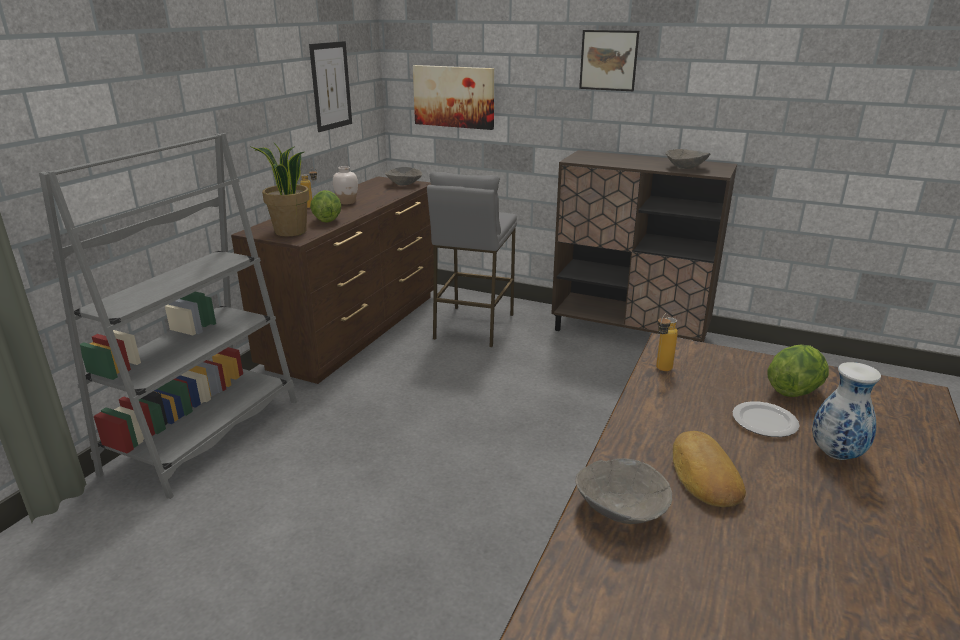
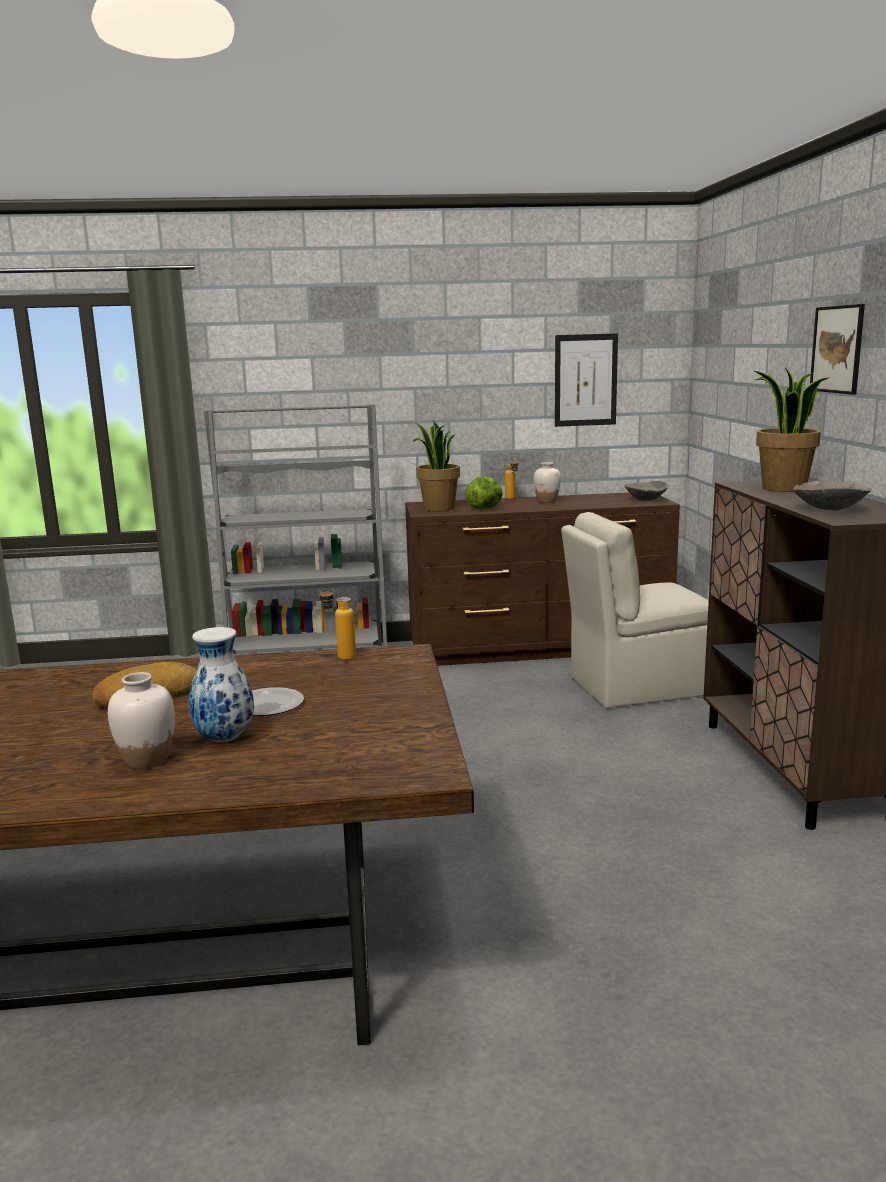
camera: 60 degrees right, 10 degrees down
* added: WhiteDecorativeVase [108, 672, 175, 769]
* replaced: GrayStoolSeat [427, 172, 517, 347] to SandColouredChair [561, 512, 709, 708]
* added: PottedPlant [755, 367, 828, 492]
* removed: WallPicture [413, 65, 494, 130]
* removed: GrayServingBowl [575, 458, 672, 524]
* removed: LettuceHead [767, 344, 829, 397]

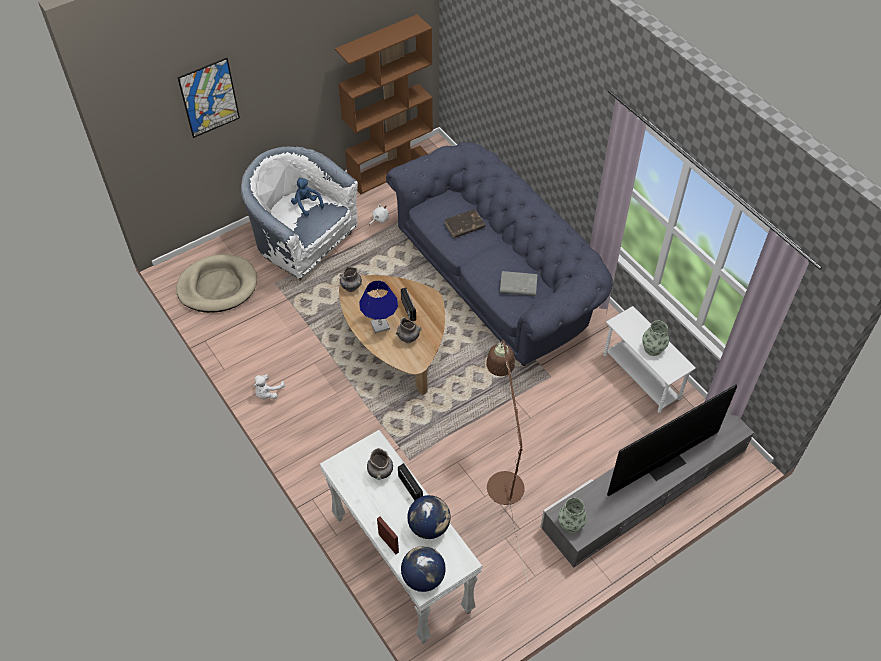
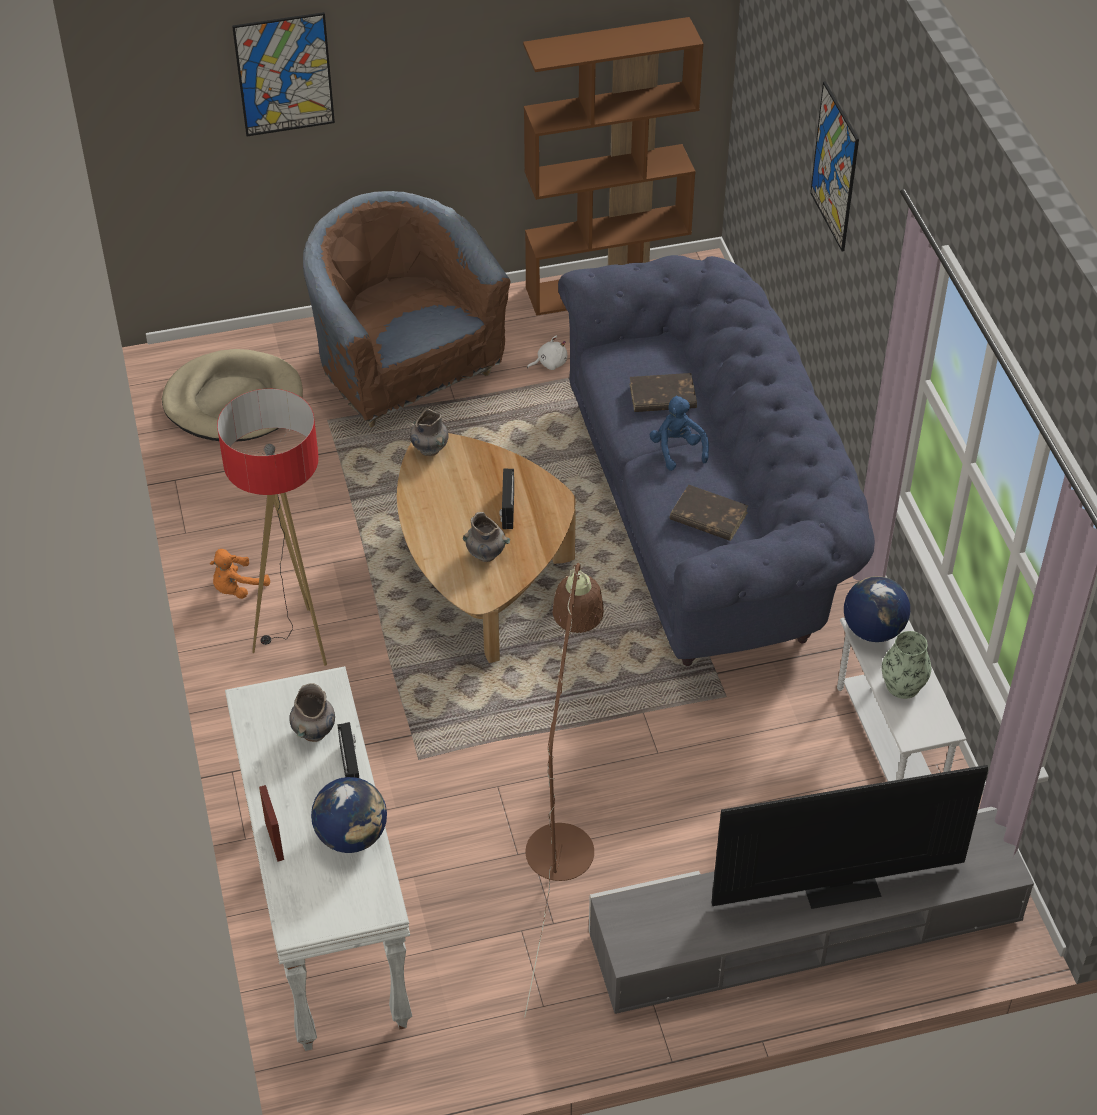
camera: 20 degrees right, 5 degrees down
* recoloured: WhiteCuddlyToy [254, 374, 285, 399] to OrangeColouredCuddlyToy [210, 549, 270, 599]
* added: StandardLamp [217, 389, 327, 666]
* recoloured: WhiteEasyChair [241, 147, 358, 281] to BrownEasyChair [303, 191, 510, 428]
* moved: BlueCuddlyToy [291, 178, 324, 217] to [650, 395, 709, 471]
* recoloured: GrayBoundBook [500, 271, 538, 296] to BrownBoundBook [670, 484, 748, 541]
* added: WallPicture [810, 81, 859, 251]
* moved: DeskGlobe [401, 546, 446, 592] to [844, 576, 910, 642]
* removed: BlueTabletopLamp [359, 281, 398, 334]
* removed: DecorativeVase [558, 498, 587, 533]

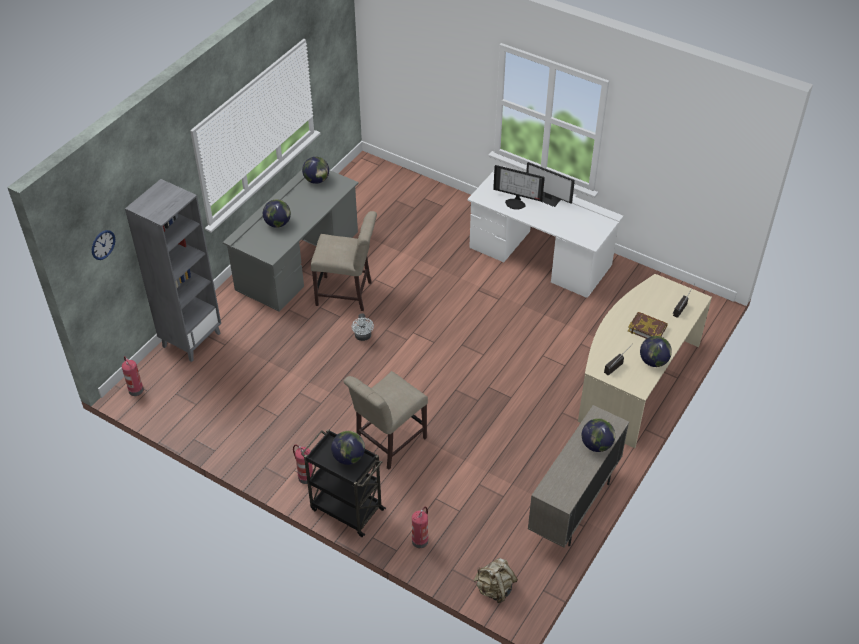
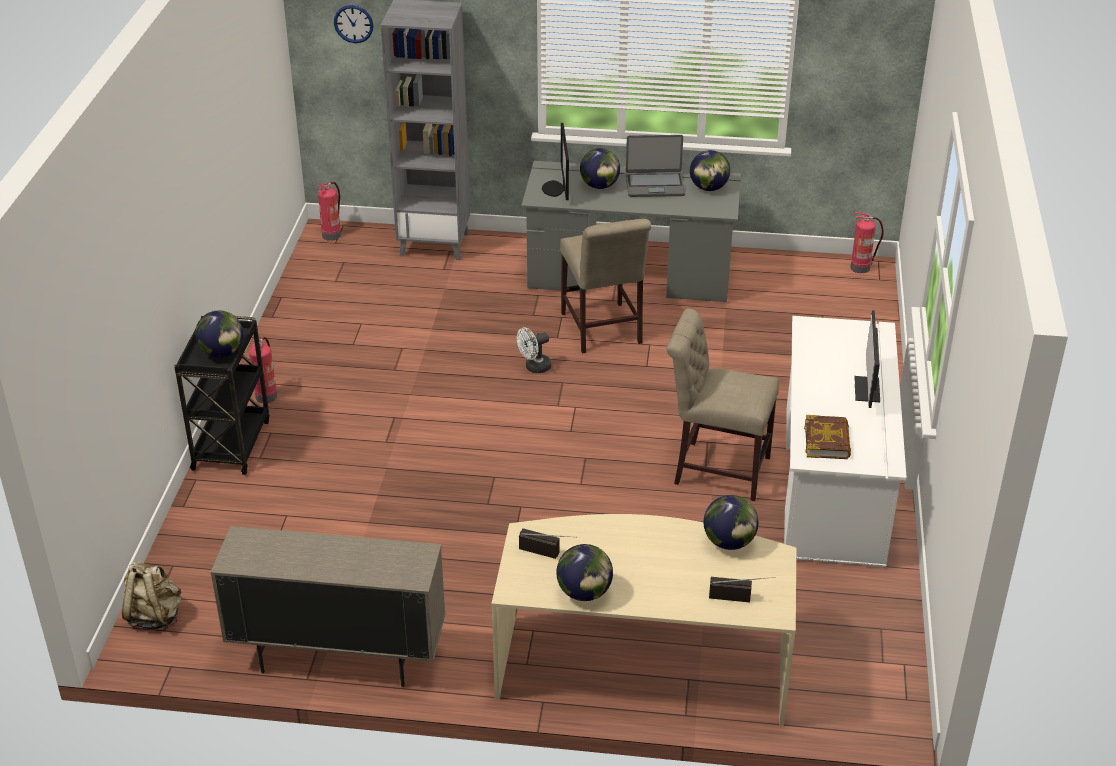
camera: 65 degrees right, 10 degrees down
* moved: ComputerDisplay [493, 165, 545, 209] to [542, 123, 569, 200]
* added: PortableComputer [626, 135, 685, 197]
* moved: SandColouredChair [343, 371, 428, 470] to [666, 308, 779, 501]
* moved: DeskGlobe [582, 418, 615, 452] to [704, 495, 758, 550]
* moved: BoundBook [628, 312, 668, 339] to [804, 415, 851, 459]
* moved: FireFightingCylinder [412, 506, 428, 548] to [850, 212, 884, 273]

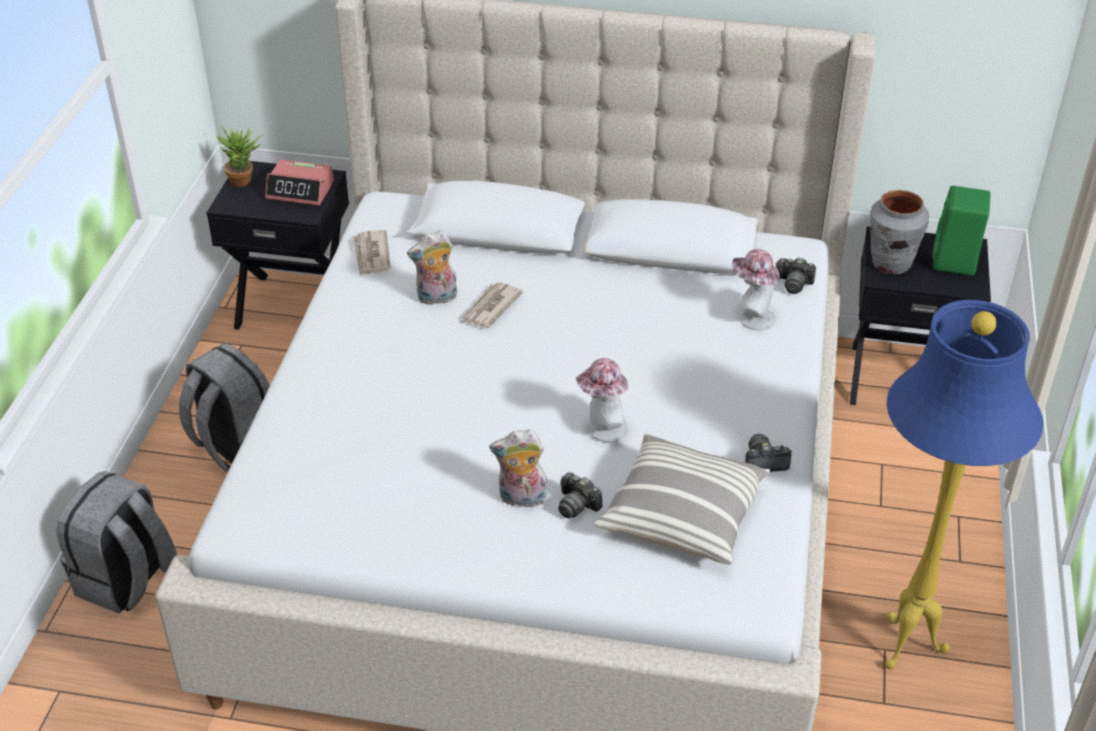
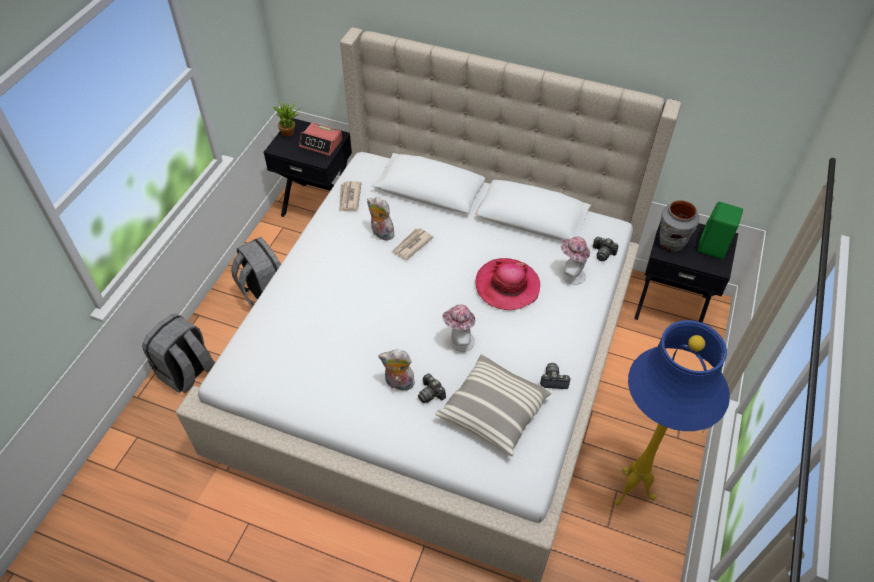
camera: 10 degrees right, 10 degrees up
* turned: CuddlyToy [407, 230, 457, 305] = [367, 197, 394, 240] 45 degrees clockwise
* added: ClothingHat [475, 258, 540, 310]

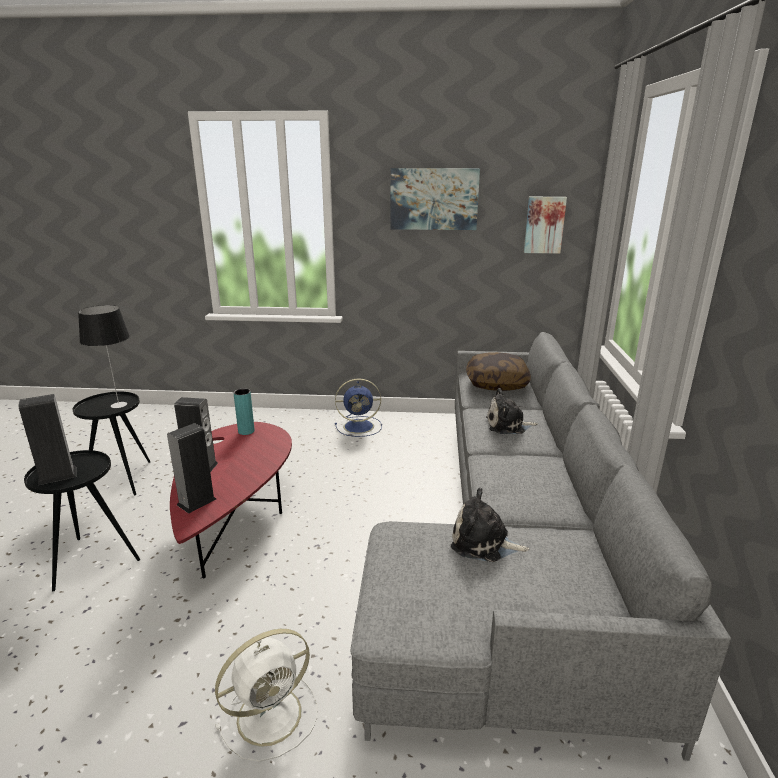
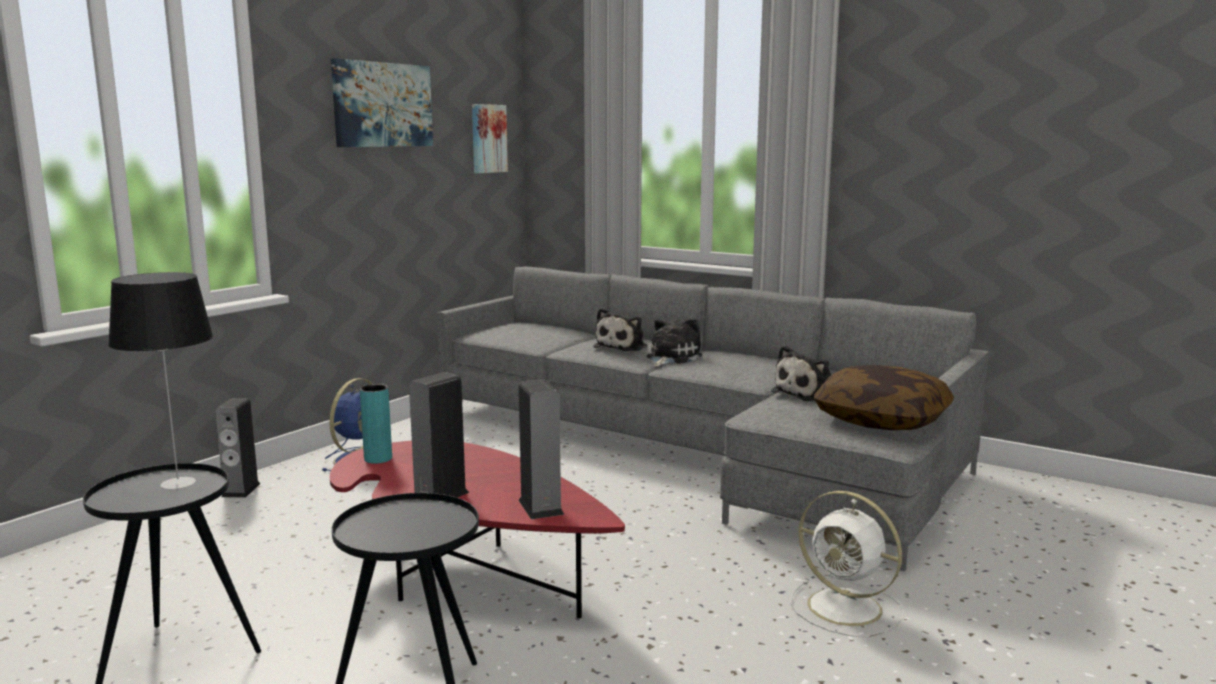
camera: 60 degrees left, 10 degrees down
* moved: AudioSpeaker [18, 394, 76, 485] to [215, 398, 260, 498]
* added: CuddlyToy [647, 318, 702, 366]
* turned: WhiteFan [215, 629, 318, 762] = [790, 491, 904, 637] 135 degrees clockwise
* moved: Pillow [466, 352, 531, 391] to [814, 365, 954, 430]

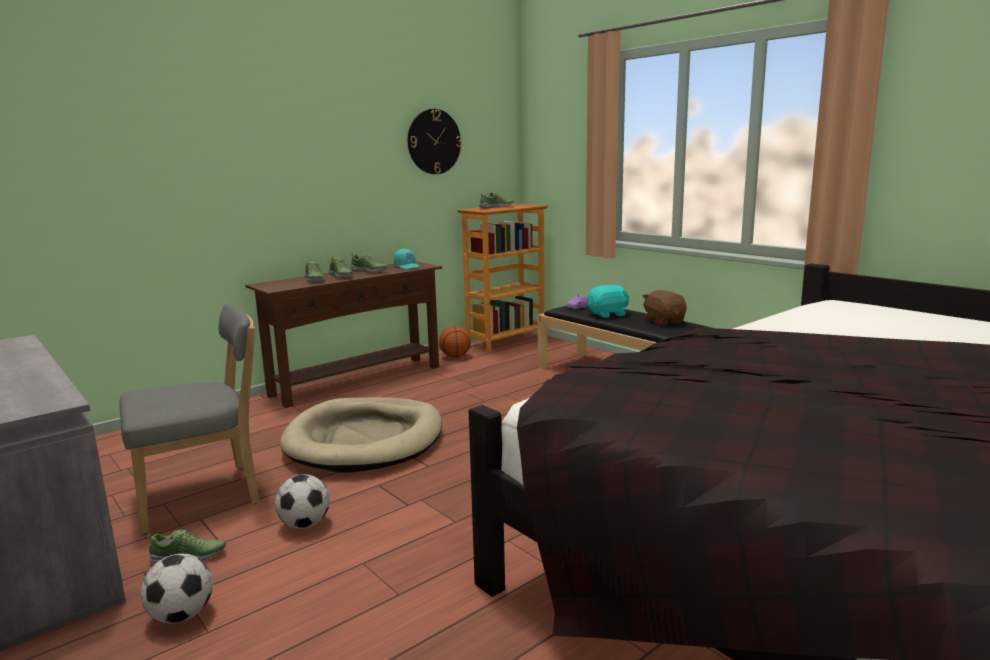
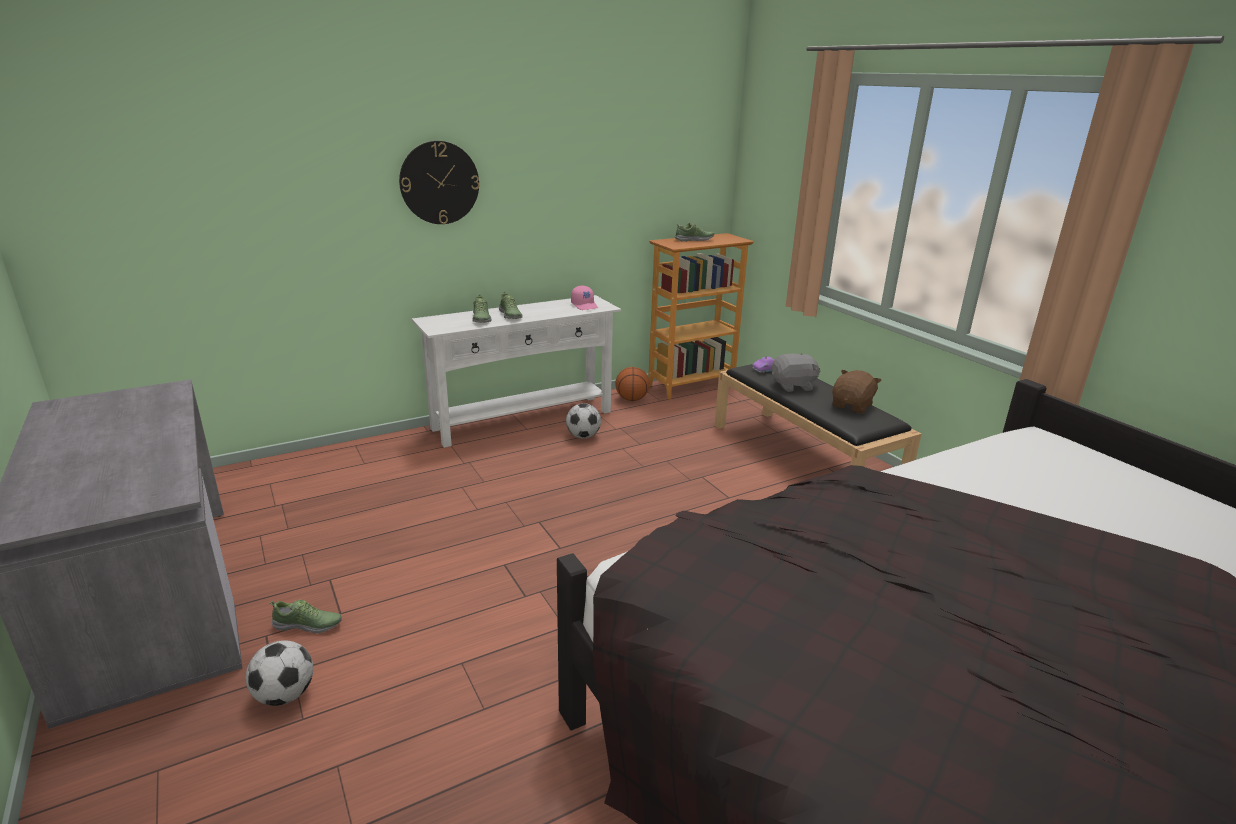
camera: 10 degrees right, 10 degrees up
* moved: HangingClock [408, 109, 462, 174] to [399, 141, 480, 224]
* recoloured: BrownNarrowTable [245, 261, 442, 408] to WhiteNarrowTable [412, 295, 621, 448]
* moved: FootballBall [275, 474, 330, 529] to [566, 403, 601, 438]
* recoloured: TurquoiseColouredCap [394, 249, 421, 269] to PinkColouredCap [571, 286, 598, 310]
* recoloured: TurquoiseColouredCuddlyToy [587, 285, 629, 318] to GrayCuddlyToy [771, 353, 820, 392]
* turned: BrownCuddlyToy [643, 290, 687, 325] = [832, 370, 882, 414] 45 degrees clockwise
* removed: GrayChair [119, 304, 259, 534]
* removed: SandColouredPetBed [280, 397, 442, 472]
* removed: Shoe [350, 254, 387, 273]

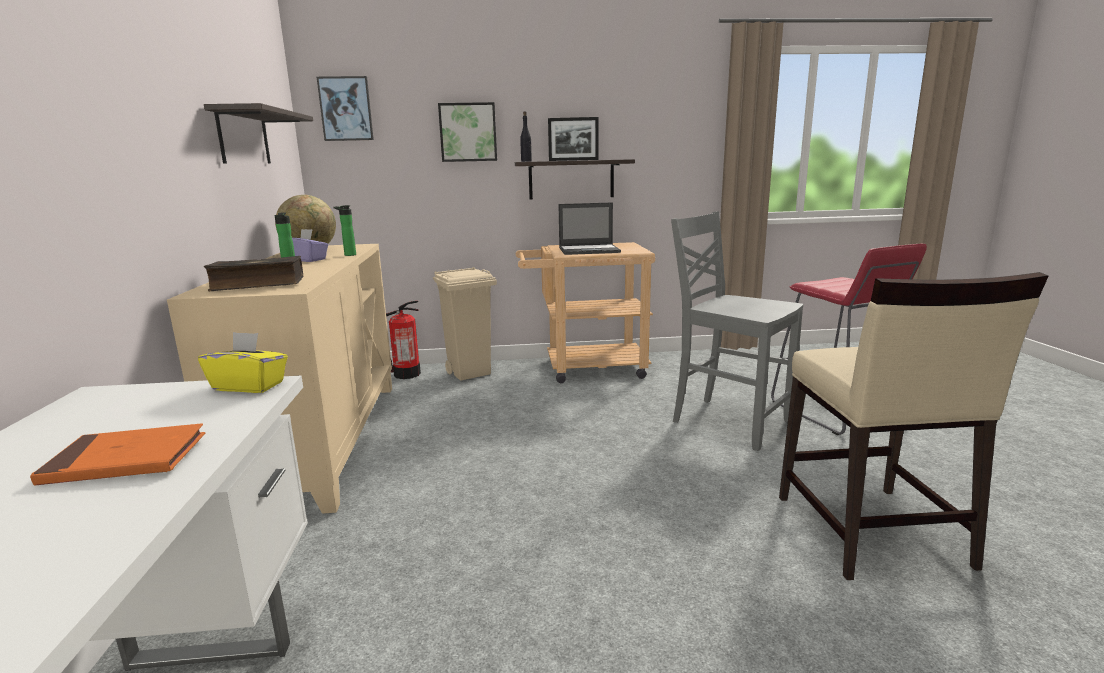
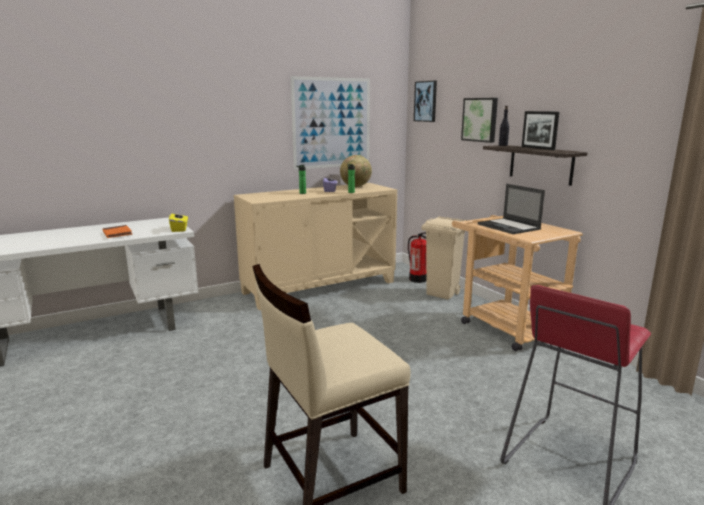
camera: 65 degrees right, 0 degrees up
* replaced: BracketShelf [204, 103, 313, 163] to WallPicture [291, 76, 370, 170]
* removed: BoundBook [204, 256, 303, 291]
* removed: GrayChair [671, 212, 803, 451]

